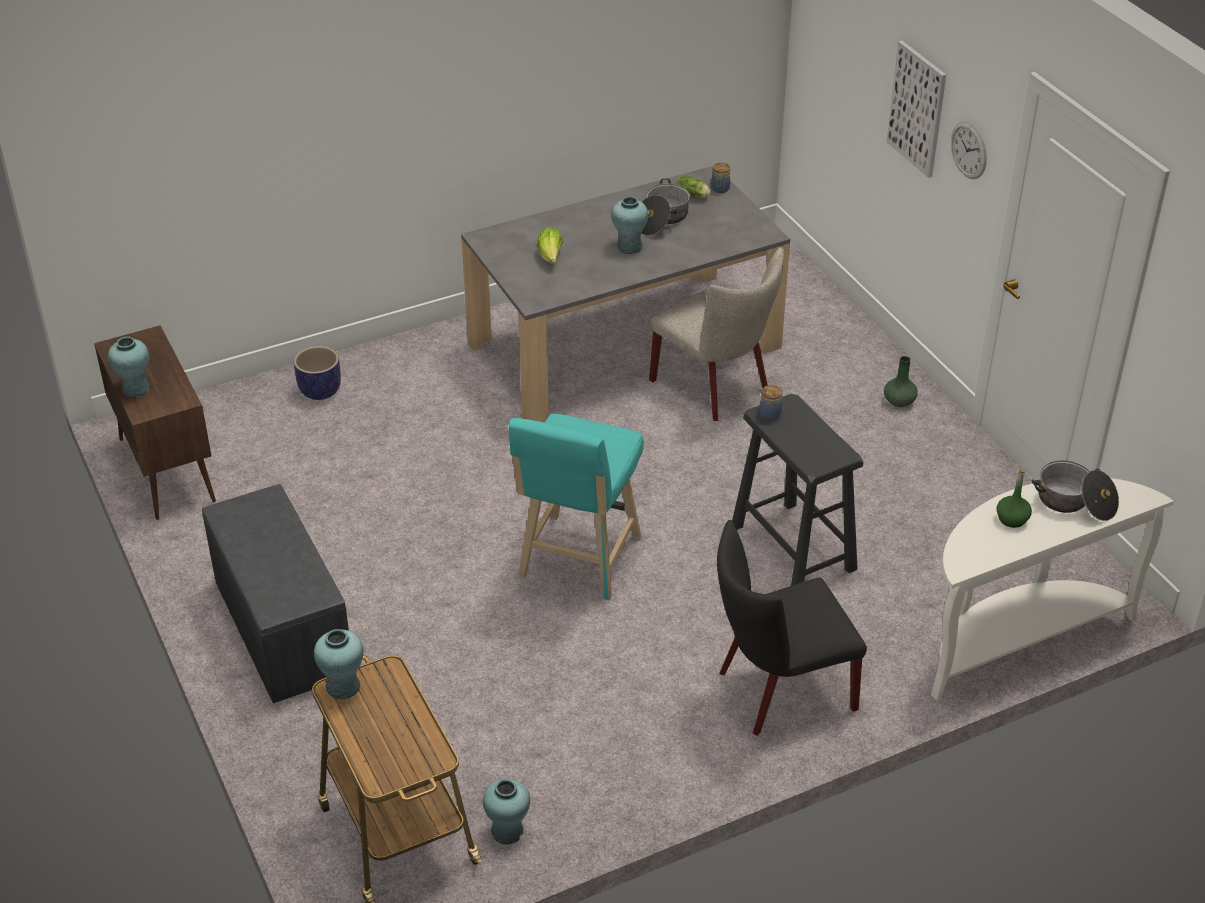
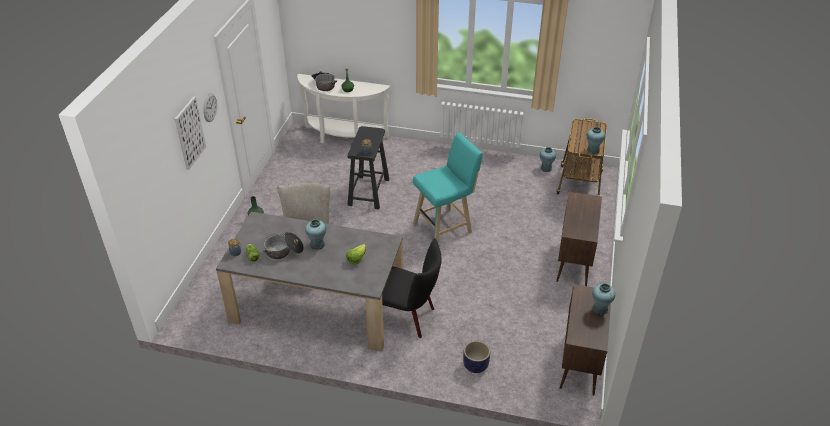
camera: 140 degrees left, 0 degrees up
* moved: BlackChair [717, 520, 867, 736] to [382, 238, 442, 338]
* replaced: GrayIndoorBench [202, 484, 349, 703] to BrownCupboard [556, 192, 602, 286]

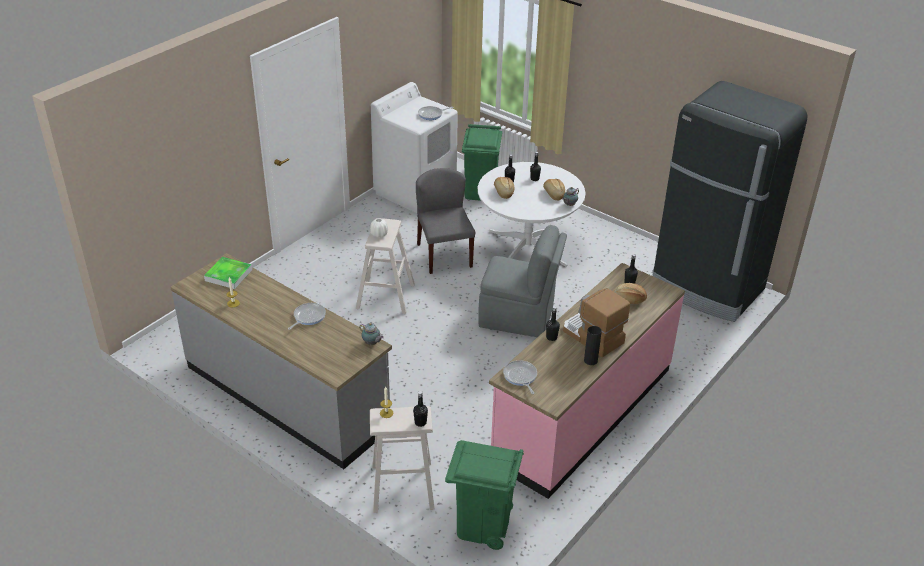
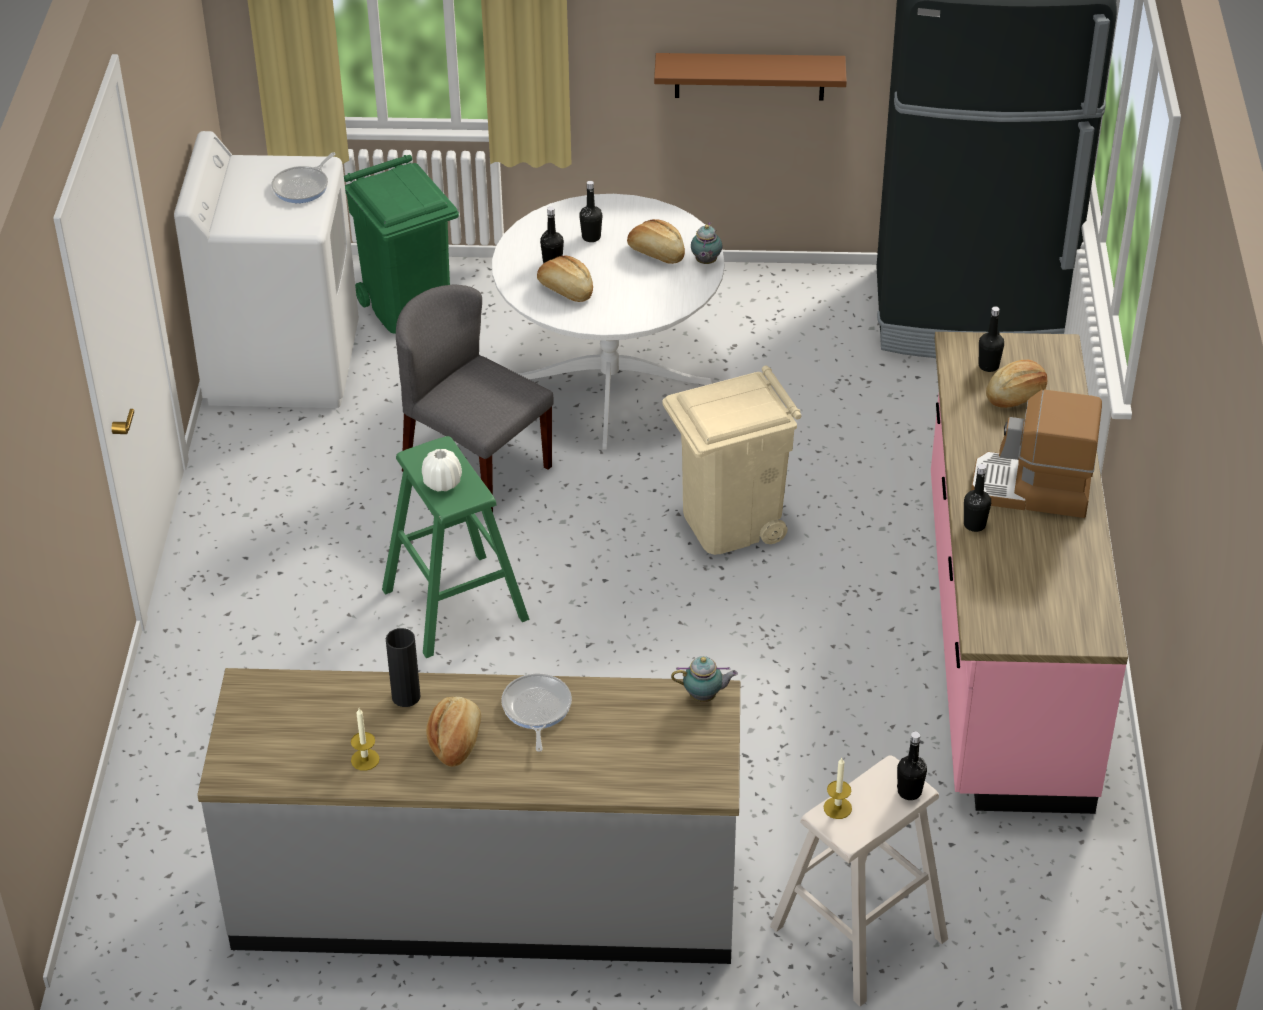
camera: 35 degrees left, 5 degrees up
* recoloured: SandColouredStoolSeat [356, 218, 415, 314] to GreenishStoolSeat [382, 436, 529, 658]
* moved: BlackDecorativeVase [584, 326, 602, 365] to [386, 628, 421, 707]
* added: BakeryBread [426, 697, 481, 767]
* added: BrownBracketShelf [654, 53, 847, 100]
* replaced: GrayChair [478, 225, 567, 337] to SandColouredWasteBin [662, 365, 801, 555]
* removed: CarryingTray [204, 257, 252, 289]
* removed: GreenishWasteBin [445, 440, 524, 550]
* removed: Pan [503, 360, 537, 394]

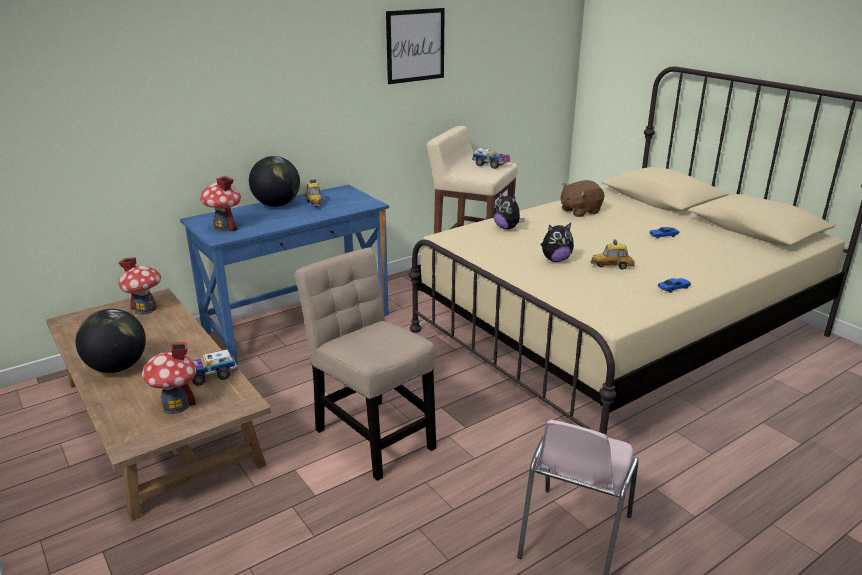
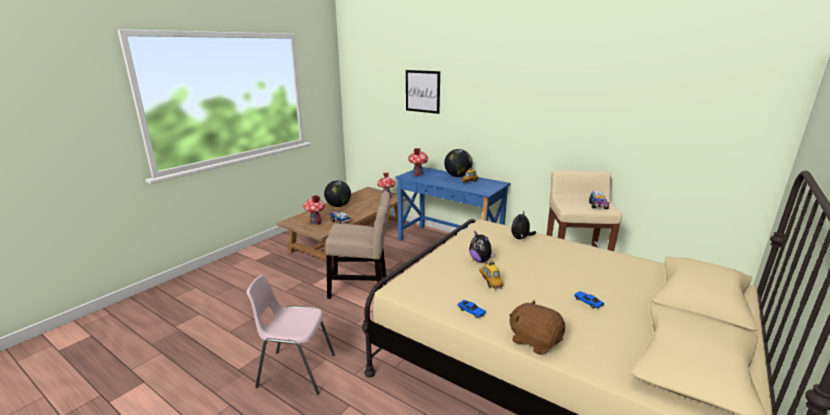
camera: 70 degrees right, 5 degrees down
* turned: SandColouredChair [295, 247, 436, 481] = [325, 191, 391, 299] 60 degrees clockwise
* moved: WallPicture [386, 8, 445, 84] to [406, 70, 440, 114]
* moved: BrownCuddlyToy [561, 180, 604, 217] to [509, 300, 565, 355]

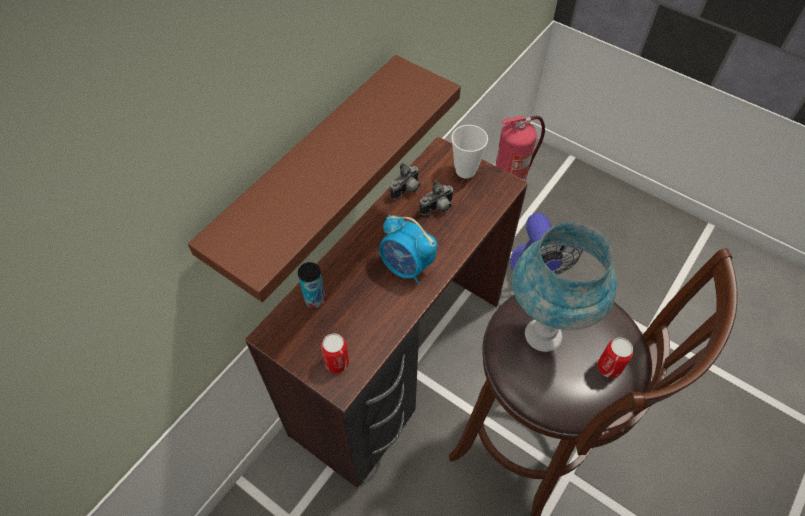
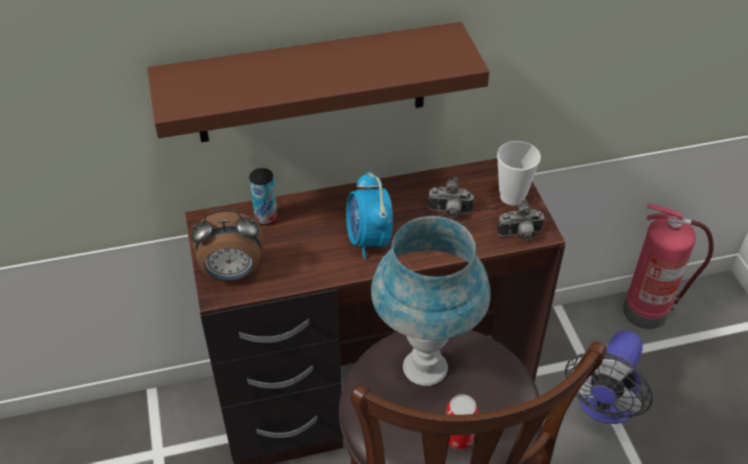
camera: 40 degrees right, 10 degrees down
* replaced: Can [321, 333, 349, 373] to TableClock [191, 209, 264, 281]
* moved: StillCamera [390, 163, 420, 200] to [497, 199, 545, 240]

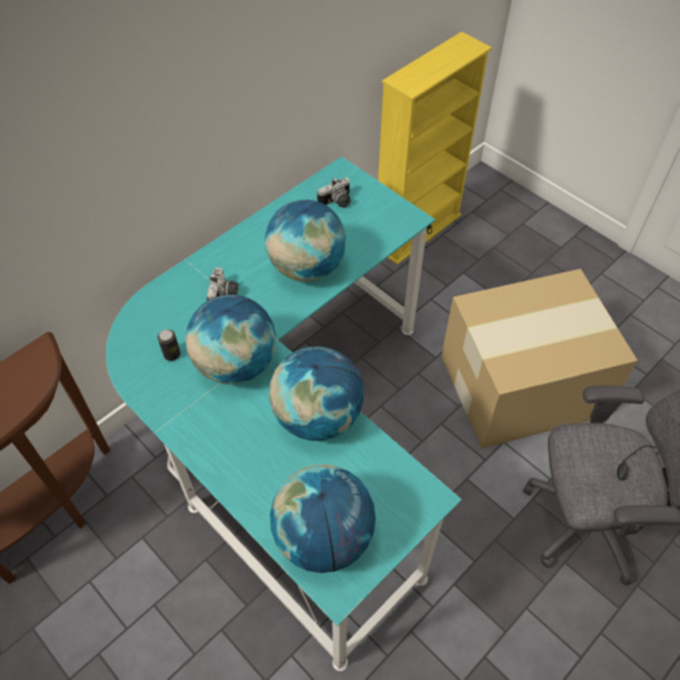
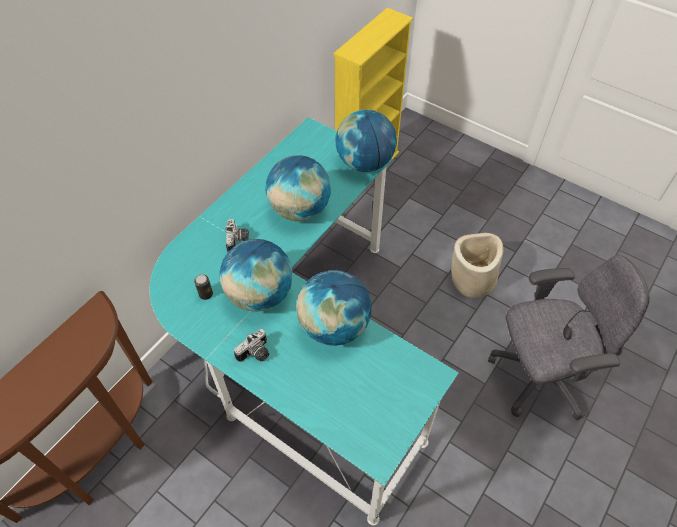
camera: 10 degrees left, 0 degrees up
* moved: StillCamera [317, 177, 351, 208] to [234, 329, 269, 362]
* moved: DeskGlobe [270, 464, 376, 573] to [336, 109, 397, 172]
* replaced: CardboardBox [441, 269, 638, 449] to SandColouredFlowerPot [451, 233, 503, 298]

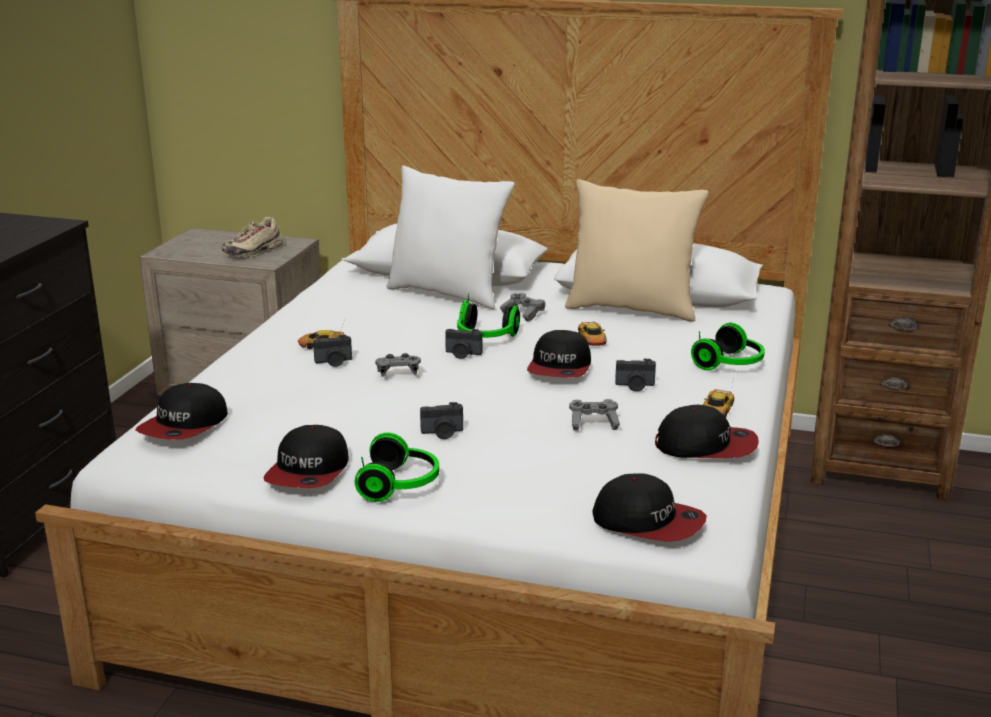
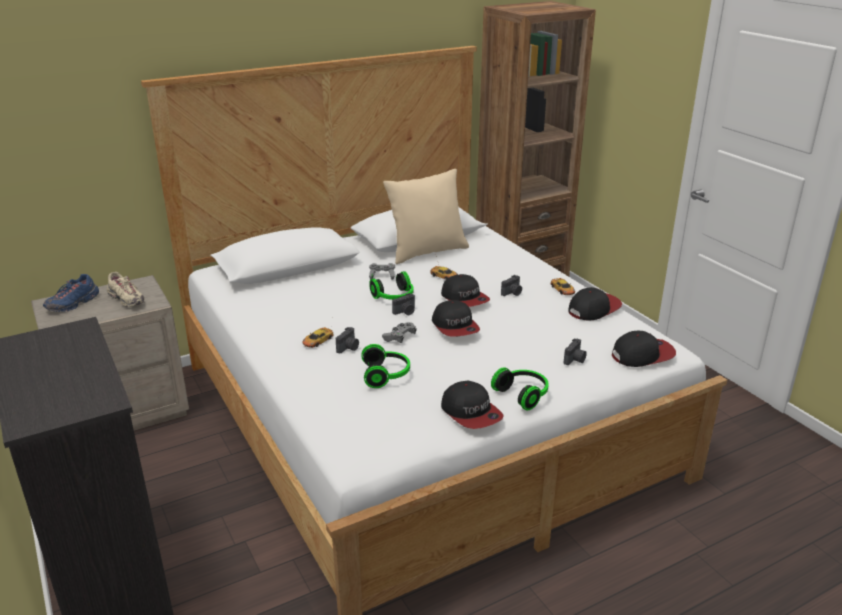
camera: 45 degrees left, 5 degrees up
* added: BlueShoe [43, 274, 99, 312]
* turned: SandColouredShoe [222, 217, 283, 258] = [107, 272, 145, 307] 45 degrees counterclockwise
* moved: Headphones [691, 323, 765, 370] to [361, 344, 410, 388]
* moved: Cap [136, 383, 228, 440] to [432, 300, 480, 337]
* moved: StillCamera [420, 402, 463, 439] to [564, 338, 587, 365]
* removed: WhitePillow [386, 166, 515, 309]
* removed: GrayGamepad [569, 399, 620, 431]

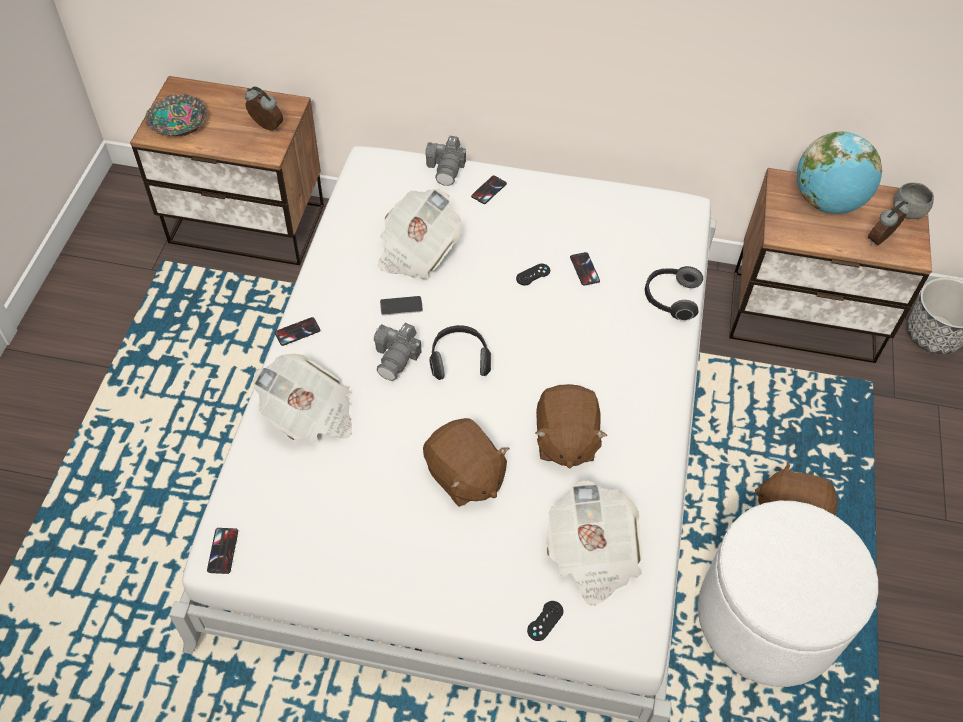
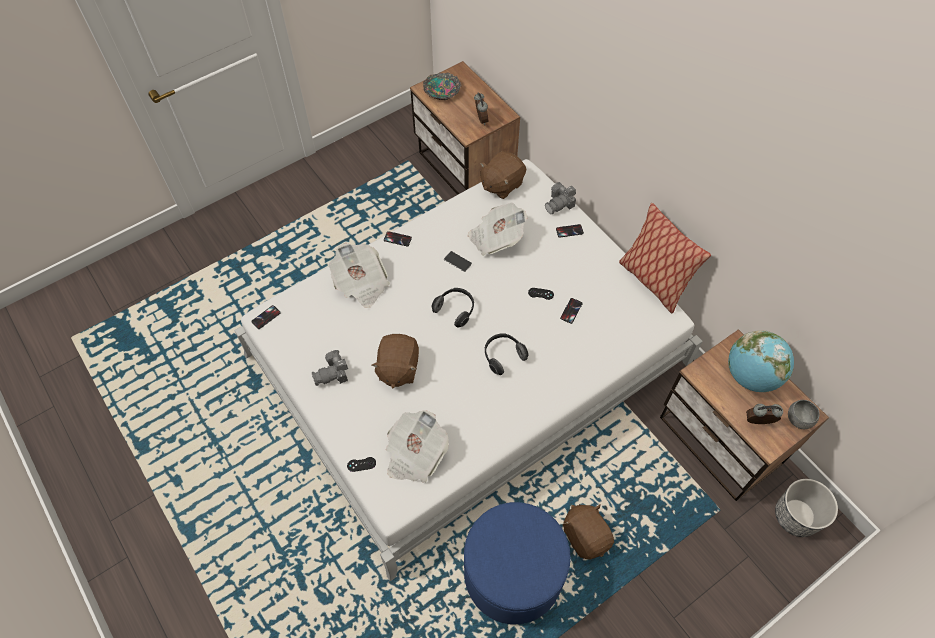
camera: 45 degrees right, 5 degrees up
* moved: StillCamera [374, 323, 421, 381] to [312, 350, 348, 386]
* recoloured: WhiteFootrest [698, 501, 878, 687] to BlueFootrest [464, 502, 571, 624]
* moved: BrownCuddlyToy [535, 384, 607, 469] to [480, 151, 526, 199]
* moved: Headphones [645, 266, 703, 321] to [485, 333, 529, 375]
* added: Pillow [619, 203, 711, 313]

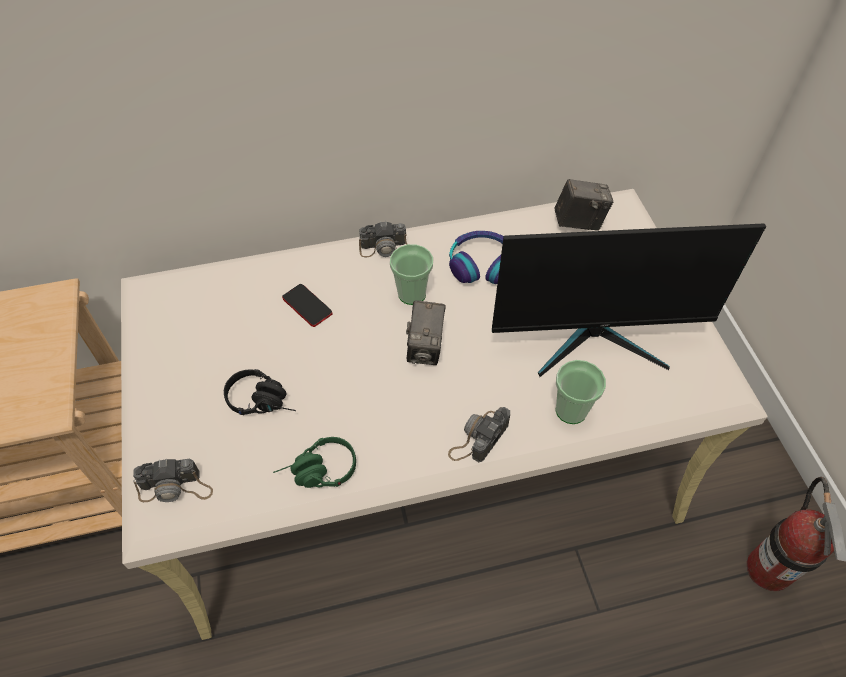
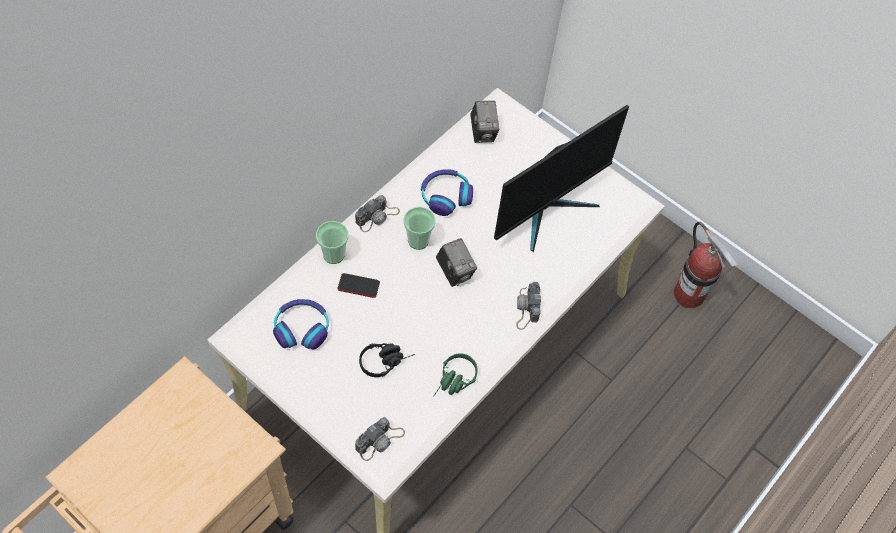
camera: 40 degrees left, 5 degrees up
* added: Headphones [273, 299, 329, 350]
* moved: Cup [556, 360, 606, 424] to [316, 221, 348, 264]
* turned: StillCamera [554, 179, 613, 231] = [470, 101, 500, 143] 120 degrees clockwise

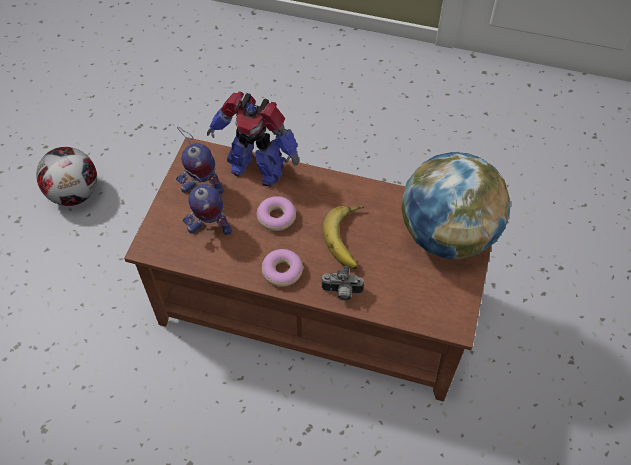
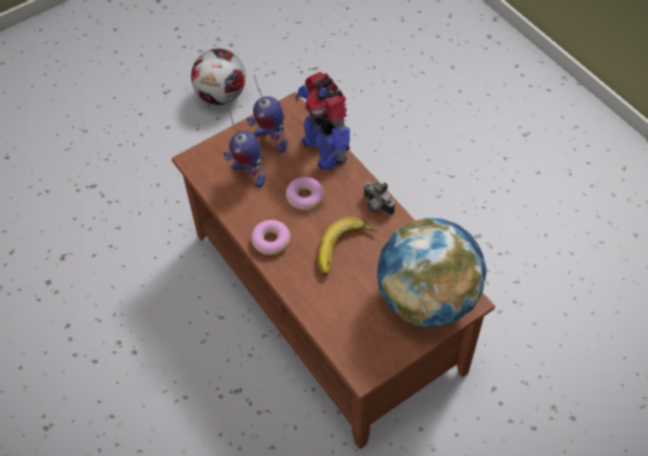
camera: 40 degrees right, 0 degrees up
* moved: StillCamera [321, 266, 364, 301] to [363, 181, 395, 215]

